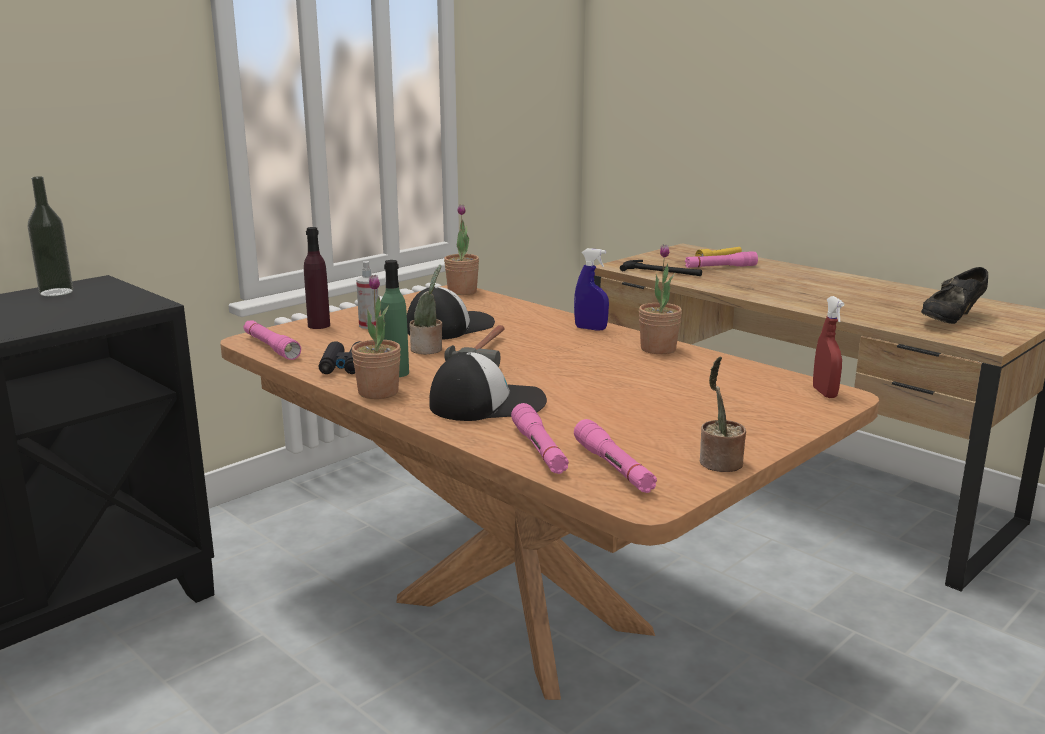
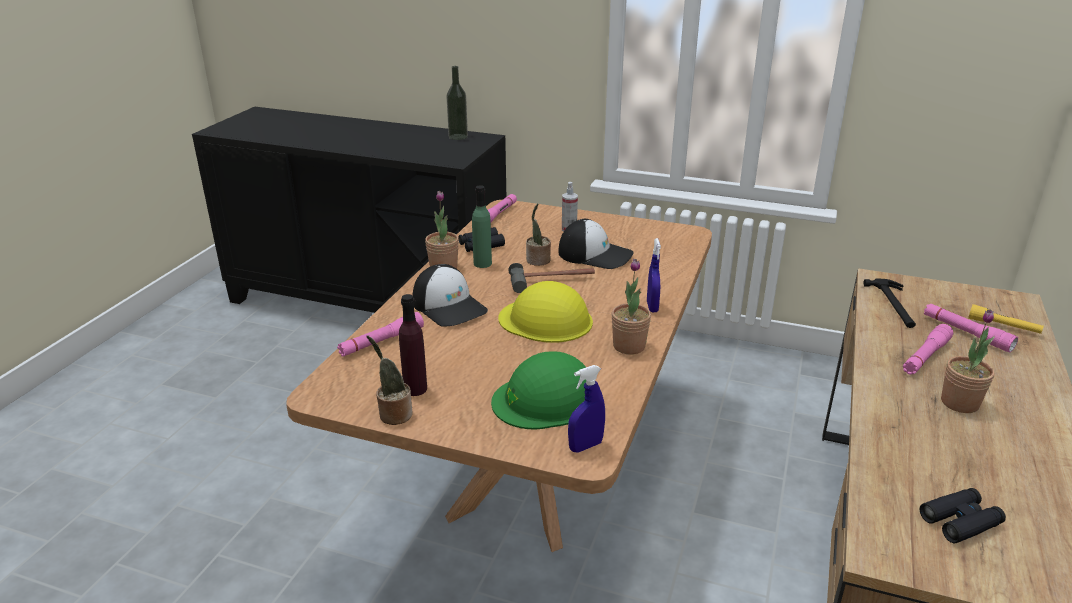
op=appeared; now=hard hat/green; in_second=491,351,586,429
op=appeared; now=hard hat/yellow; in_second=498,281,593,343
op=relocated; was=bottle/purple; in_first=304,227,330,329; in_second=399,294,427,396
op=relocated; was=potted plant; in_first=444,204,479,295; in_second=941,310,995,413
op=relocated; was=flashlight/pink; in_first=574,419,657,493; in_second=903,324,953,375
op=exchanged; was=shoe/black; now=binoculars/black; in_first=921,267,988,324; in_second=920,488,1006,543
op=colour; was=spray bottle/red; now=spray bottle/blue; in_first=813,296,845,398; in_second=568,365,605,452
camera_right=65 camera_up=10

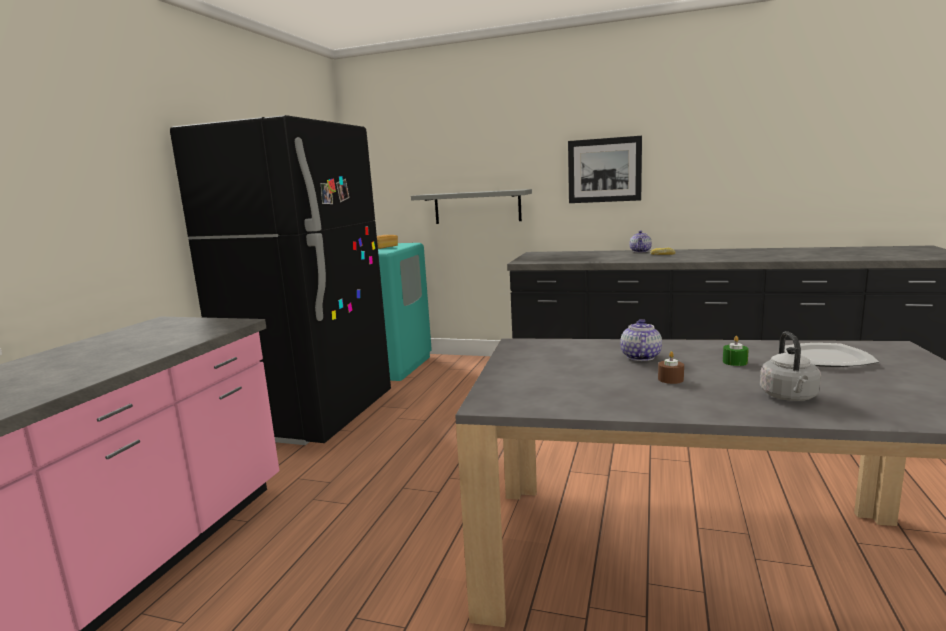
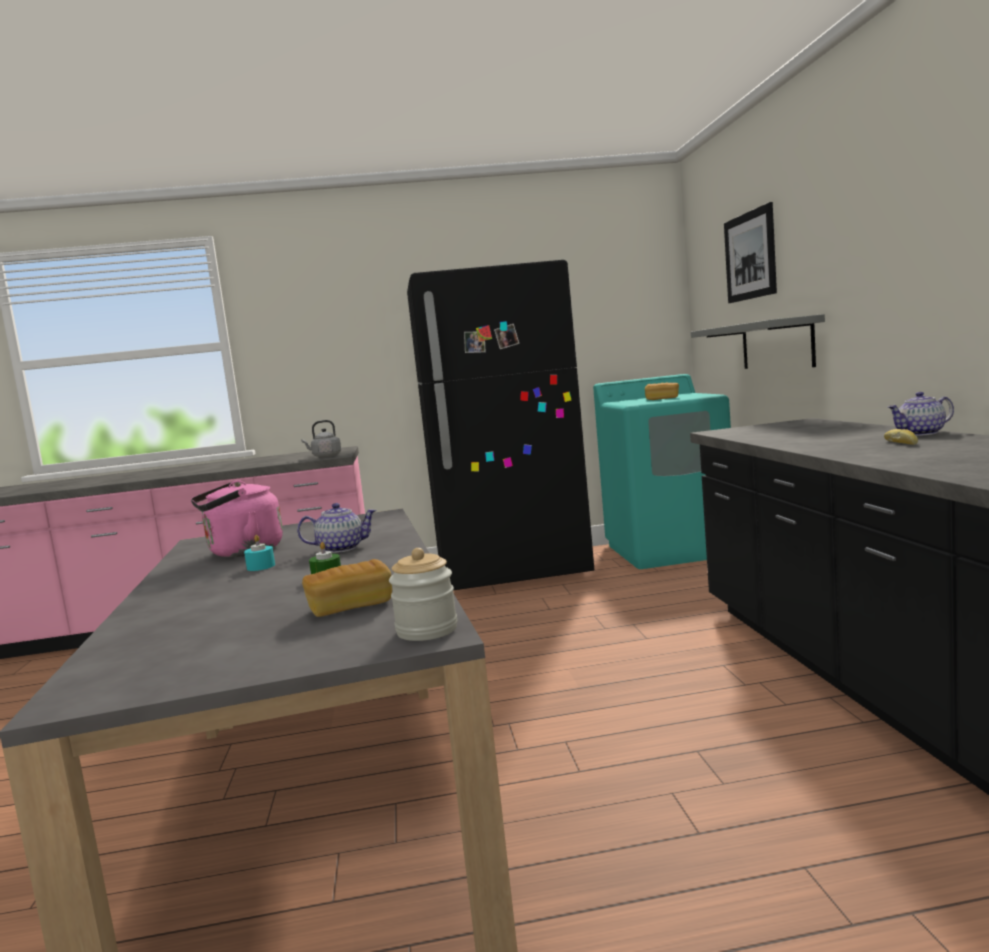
op=appeared; now=kettle/pink; in_second=191,480,283,557
op=appeared; now=jar; in_second=389,548,457,641
op=relocated; was=picture; in_first=568,136,642,203; in_second=724,202,777,303
op=relocated; was=kettle/grey; in_first=760,331,821,401; in_second=301,420,341,457
op=exchanged; was=plate; now=bread; in_first=785,343,879,367; in_second=302,559,392,617
op=colour; was=candle/brown; now=candle/turquoise; in_first=658,351,684,384; in_second=244,535,275,571
camera_right=65 camera_up=-5

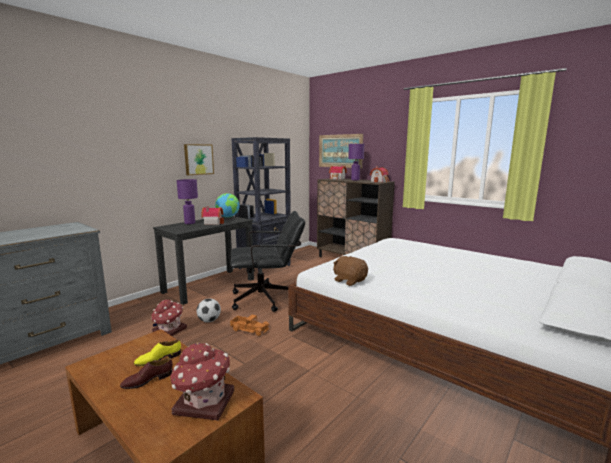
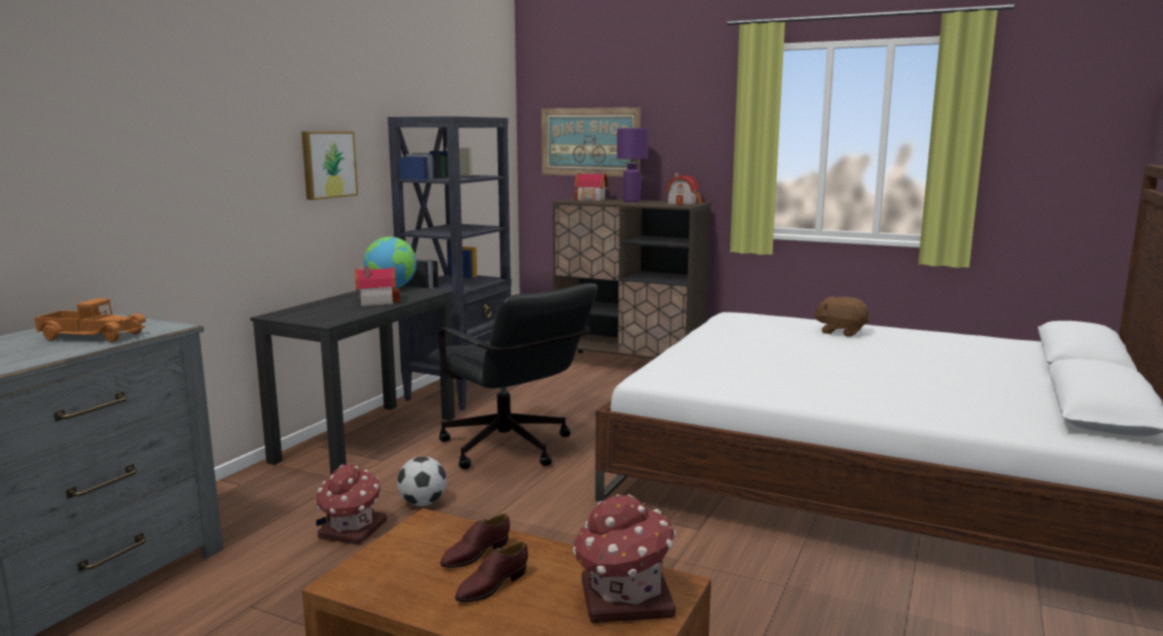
op=missing; was=table lamp/purple; in_first=177,179,198,224
op=relocated; was=toy truck; in_first=230,315,269,336; in_second=35,298,146,342
op=relocated; was=plush toy/brown; in_first=333,256,368,286; in_second=813,297,869,337
op=colour; was=shoe/yellow; now=shoe/brown; in_first=134,340,181,366; in_second=440,513,510,568
op=spun; was=office chair/black; in_first=230,211,305,312; in_second=428,283,597,469; clockwise=75
camera_right=-15 camera_up=0

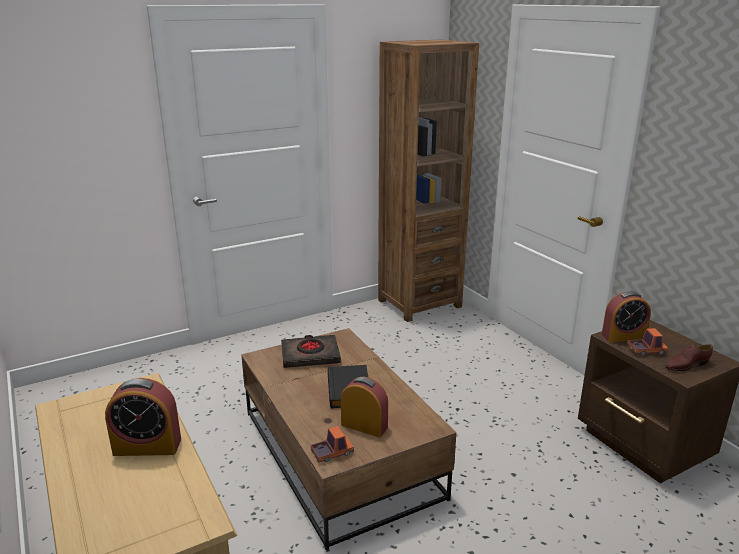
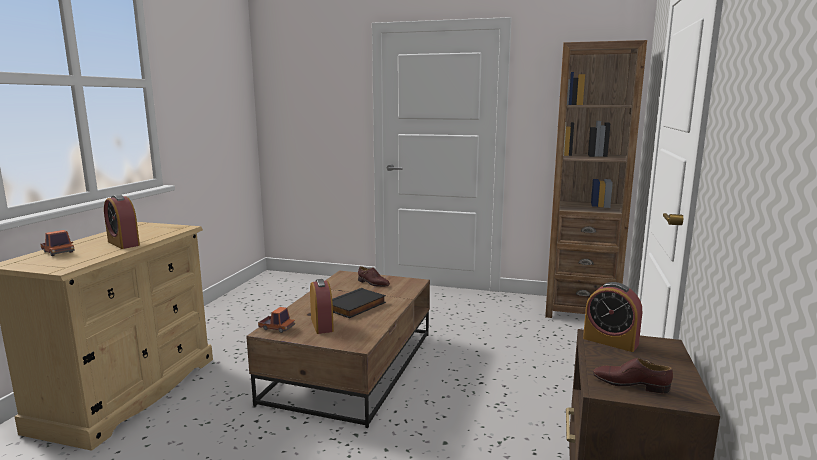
op=relocated; was=toy truck; in_first=627,328,668,356; in_second=41,230,75,256
op=exchanged; was=book/black; now=shoe/brown; in_first=281,335,341,368; in_second=358,266,390,287
camera_right=45 camera_up=-10

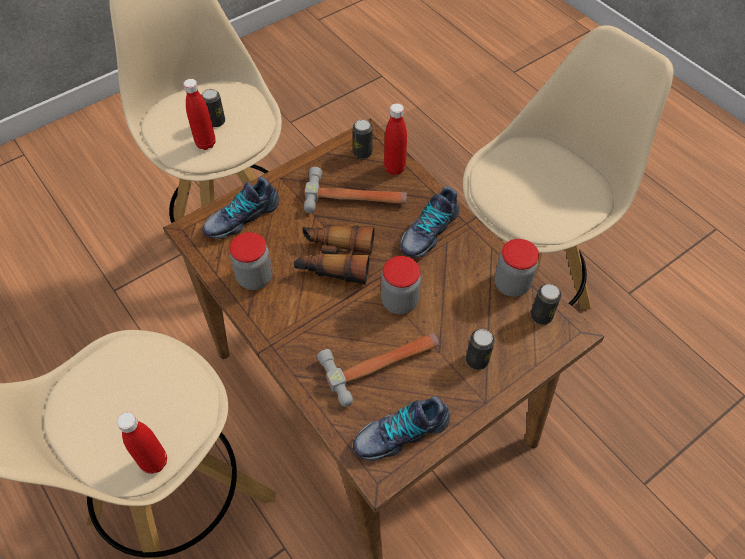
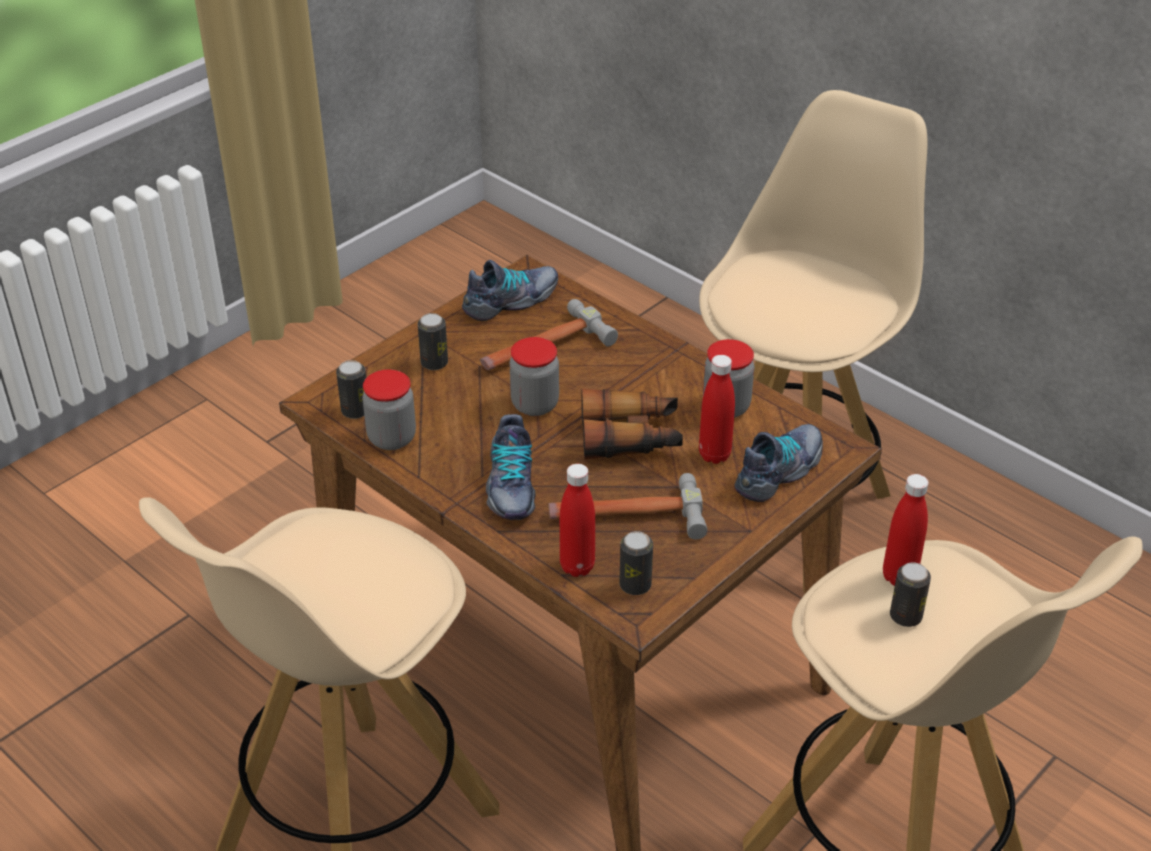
op=relocated; was=bottle/red; in_first=117,412,167,474; in_second=699,355,735,464
op=spun; was=shoe; in_first=400,186,459,258; in_second=486,414,536,520; clockwise=150
camera_right=170 camera_up=-15

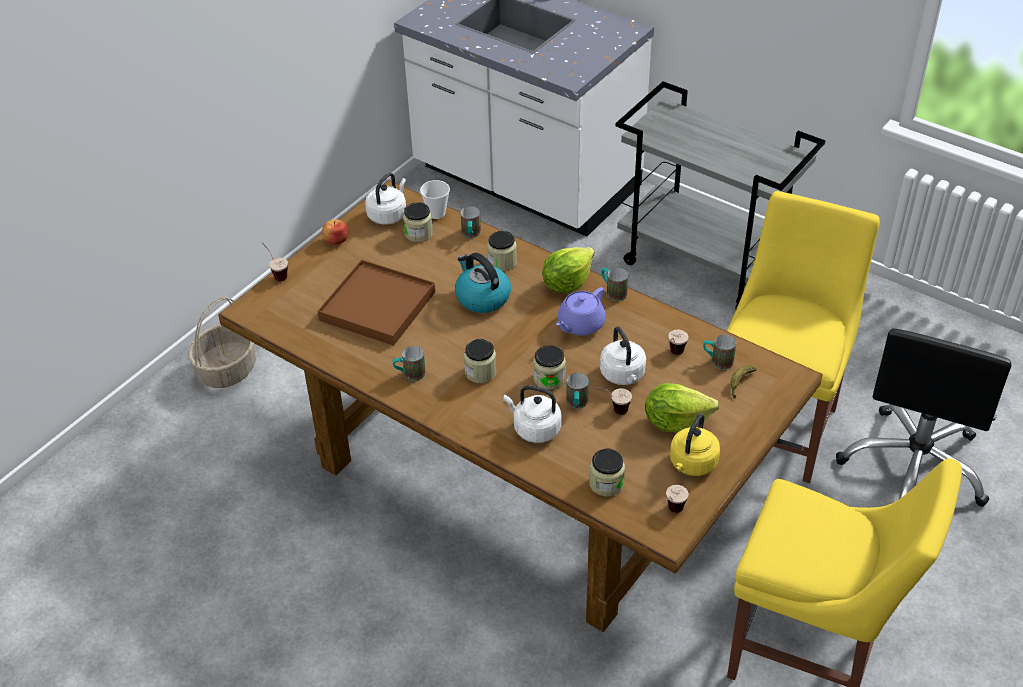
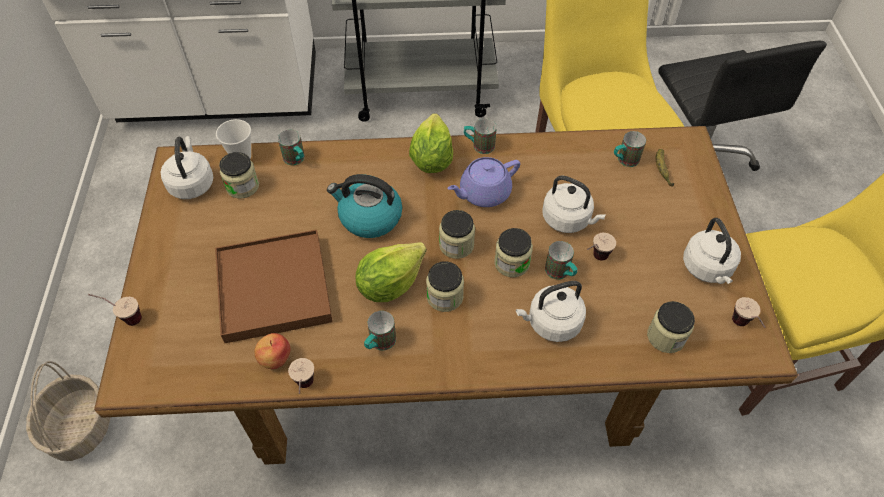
op=relocated; was=apple; in_first=322,219,348,245; in_second=254,333,290,369
op=relocated; was=jar; in_first=487,231,517,271; in_second=439,210,475,259
op=relocated; was=lettuce; in_first=645,383,719,432; in_second=356,242,426,302
op=relocated; was=cup; in_first=667,330,689,355; in_second=288,358,314,394
op=colour; was=kettle/yellow; now=kettle/white; in_first=670,413,720,476; in_second=683,218,741,284
op=spun; was=teapot/purple; in_first=556,287,606,336; in_second=447,157,520,207; clockwise=60
camera_right=-40 camera_up=10

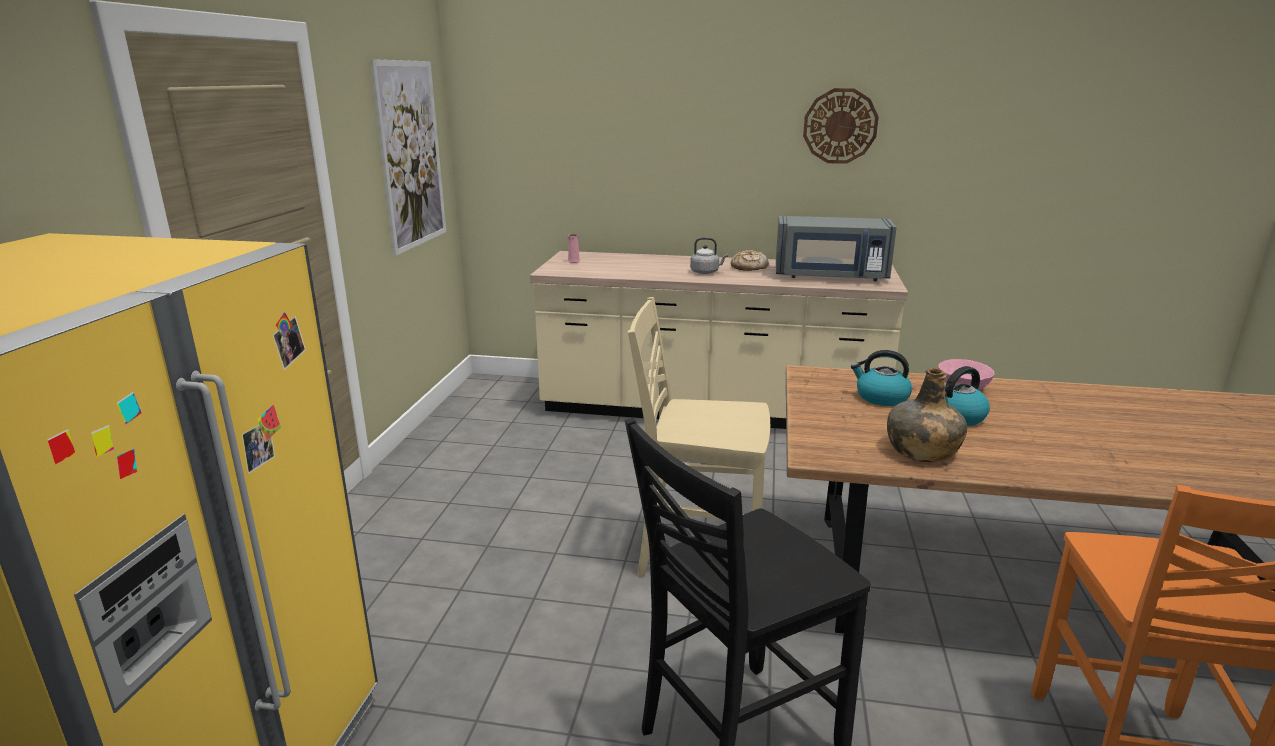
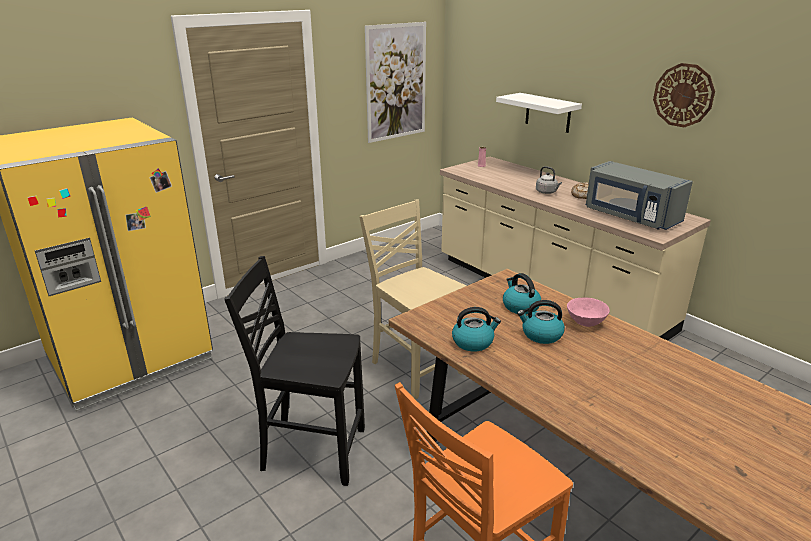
op=appeared; now=shelf/white; in_second=496,93,582,133
op=exchanged; was=bottle/green; now=kettle; in_first=887,368,967,463; in_second=452,307,501,352
camera_right=40 camera_up=5

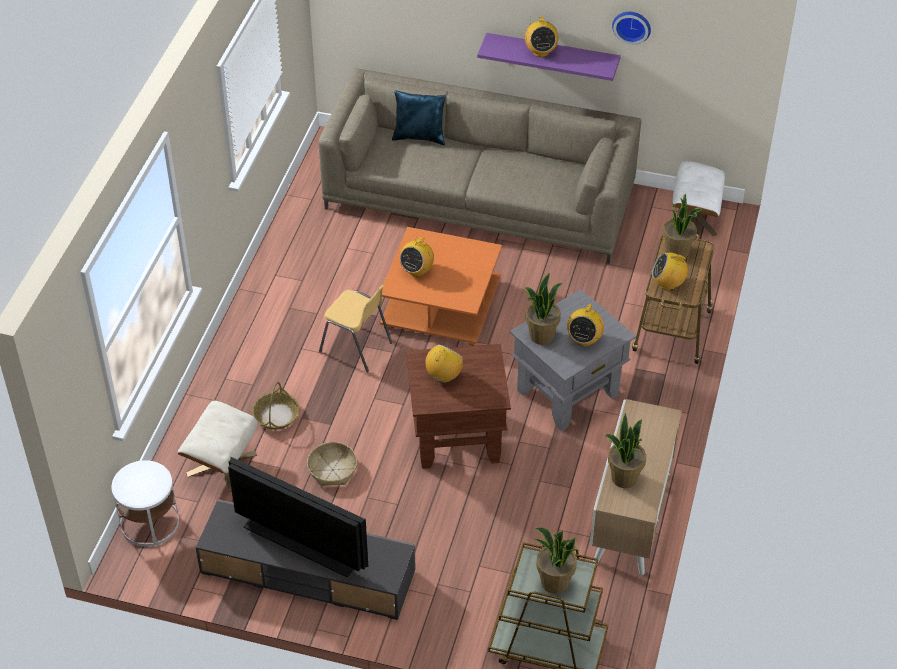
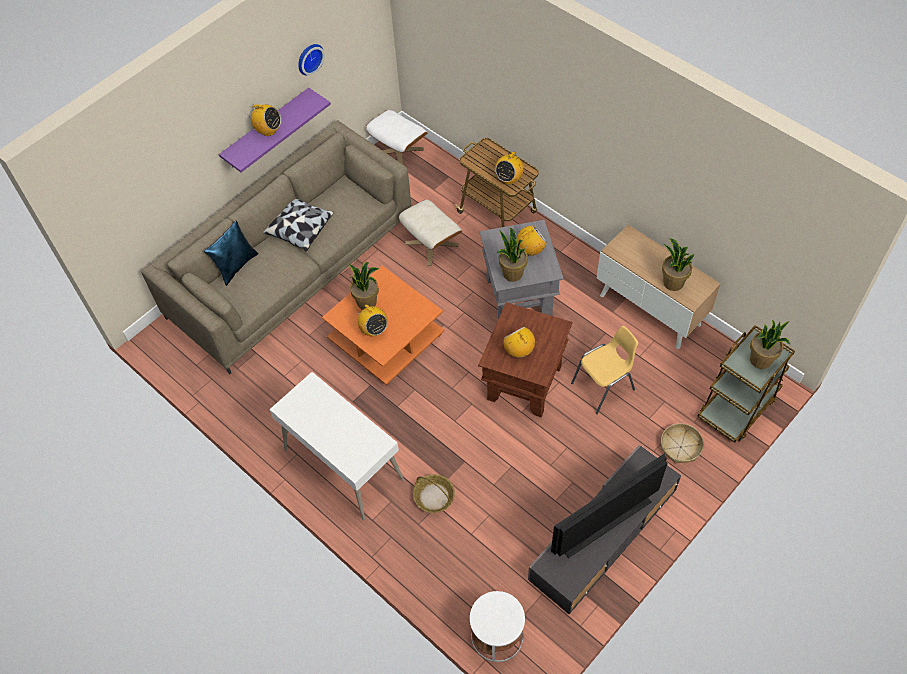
op=appeared; now=pillow; in_second=263,199,334,251
op=appeared; now=desk/white; in_second=270,372,404,520
op=relocated; was=ottoman/beige; in_first=178,400,257,492; in_second=399,199,462,266
op=relocated; was=basket; in_first=307,442,357,486; in_second=661,423,704,464
op=relocated; was=chair/yellow; in_first=319,285,392,372; in_second=571,325,638,414
op=relocated; was=potted plant; in_first=663,193,703,257; in_second=348,262,379,310
op=spun; was=radio; in_first=567,303,604,347; in_second=517,225,547,256; clockwise=-75
camera_right=-60 camera_up=10

